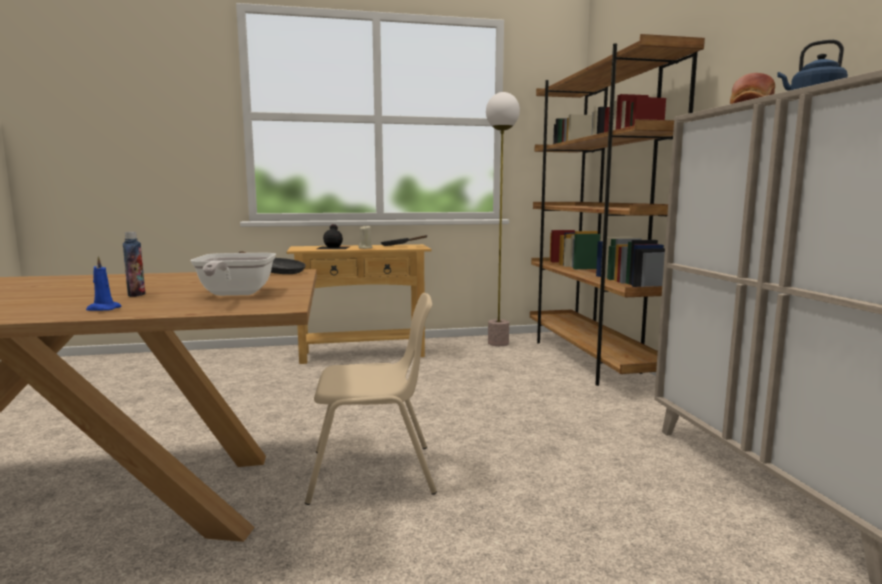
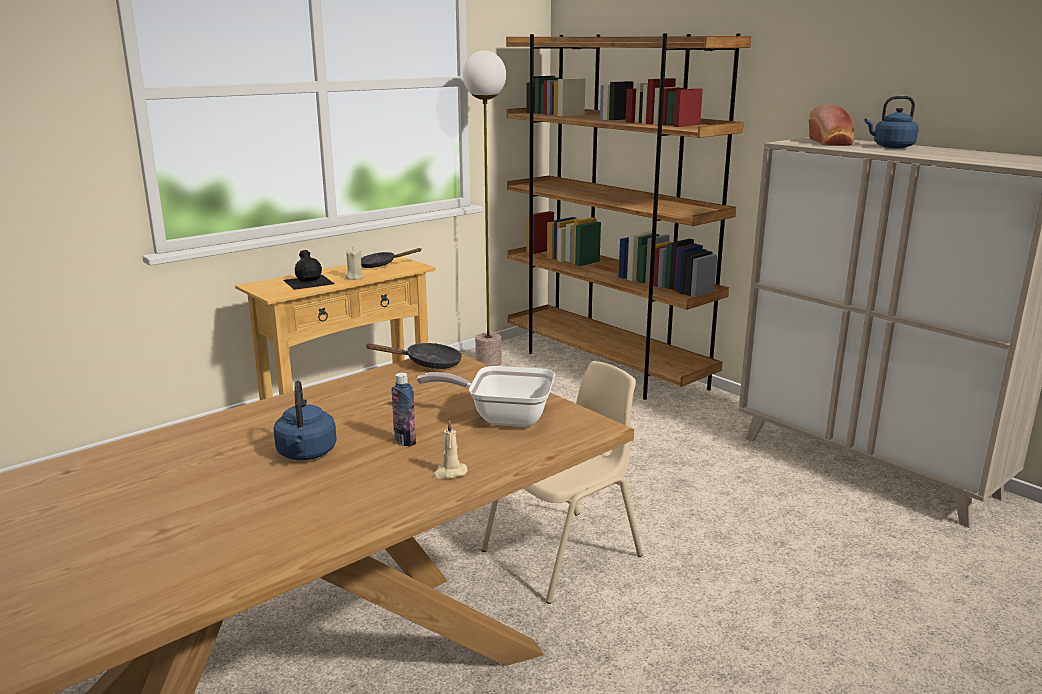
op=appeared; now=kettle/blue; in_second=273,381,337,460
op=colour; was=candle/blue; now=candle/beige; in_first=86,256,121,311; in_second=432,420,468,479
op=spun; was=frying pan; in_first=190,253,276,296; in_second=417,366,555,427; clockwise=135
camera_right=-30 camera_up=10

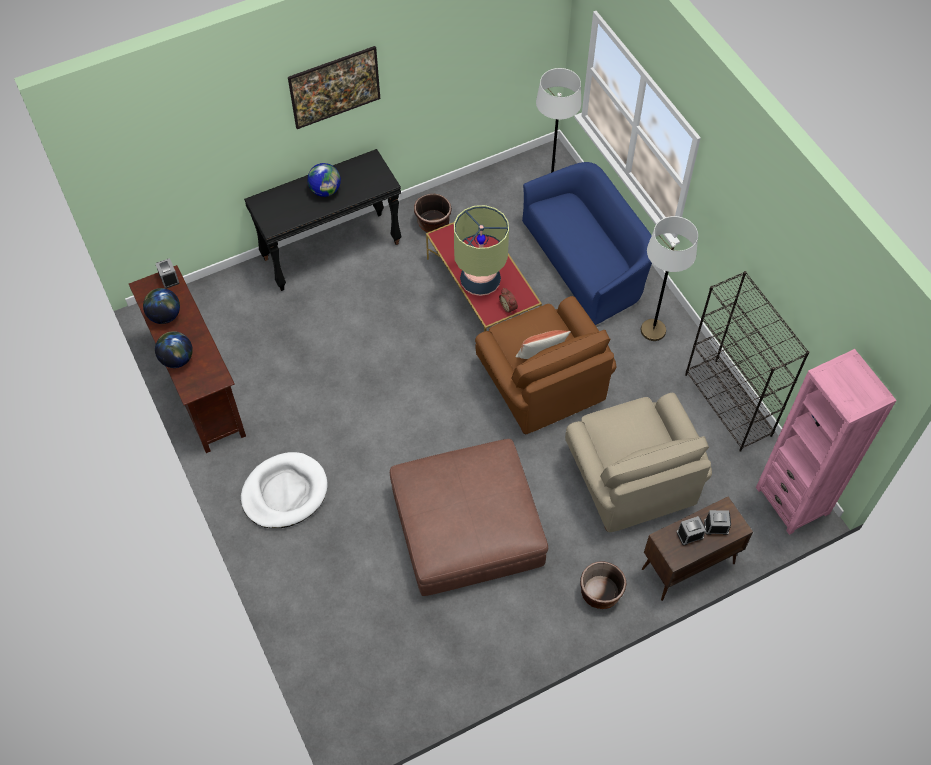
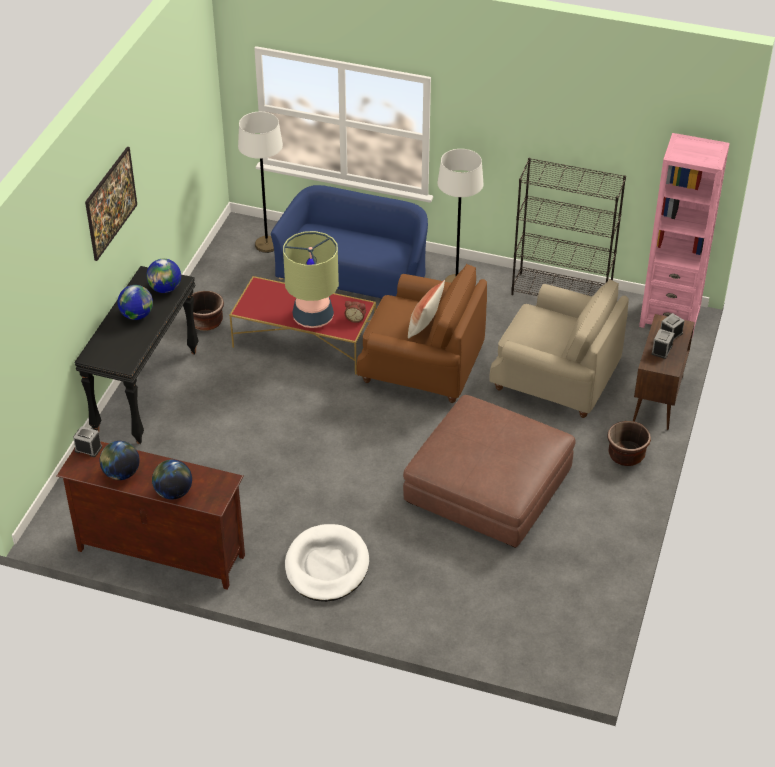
op=appeared; now=globe; in_second=146,259,181,293
camera_right=-45 camera_up=-15

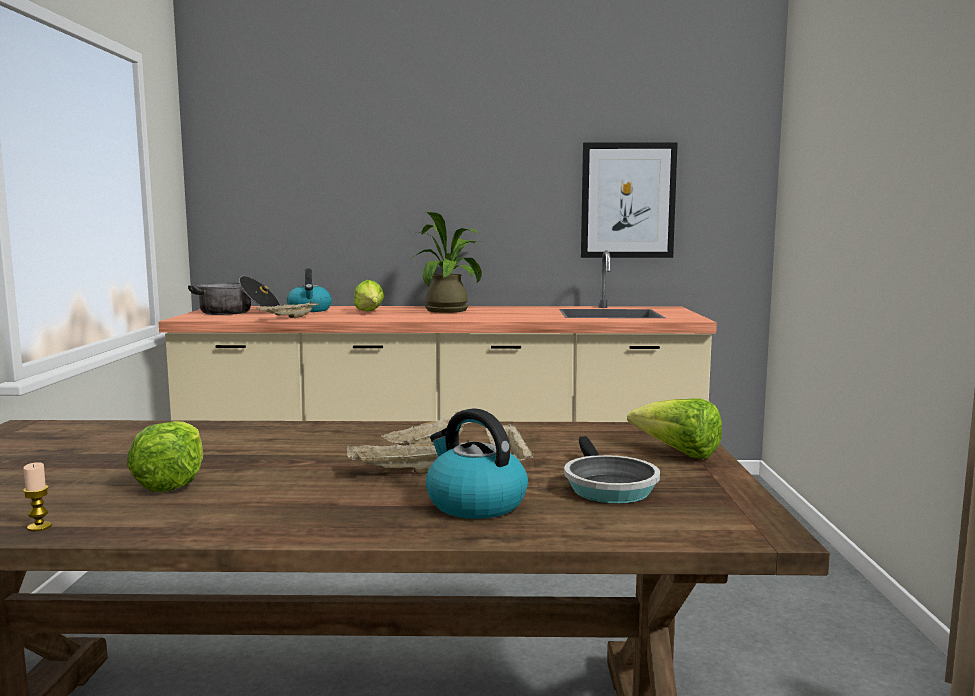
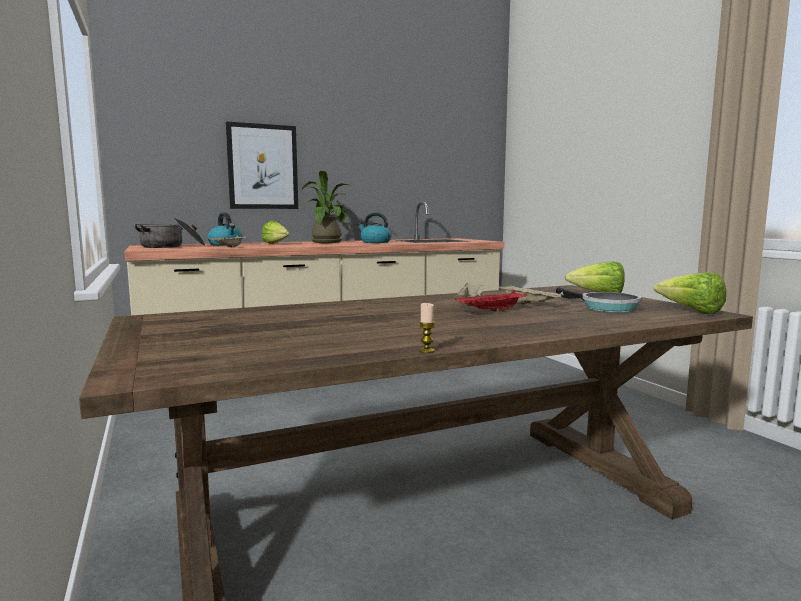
op=relocated; was=candle; in_first=23,462,52,531; in_second=419,303,435,353
op=relocated; was=lettuce; in_first=127,421,203,492; in_second=654,272,726,314
op=relocated; was=kettle; in_first=426,408,528,519; in_second=357,213,391,243
op=relocated; was=picture; in_first=581,142,678,258; in_second=226,121,298,209
op=colour; was=tray/beige; now=tray/red; in_first=347,440,469,474; in_second=455,291,527,312
camera_right=-25 camera_up=0

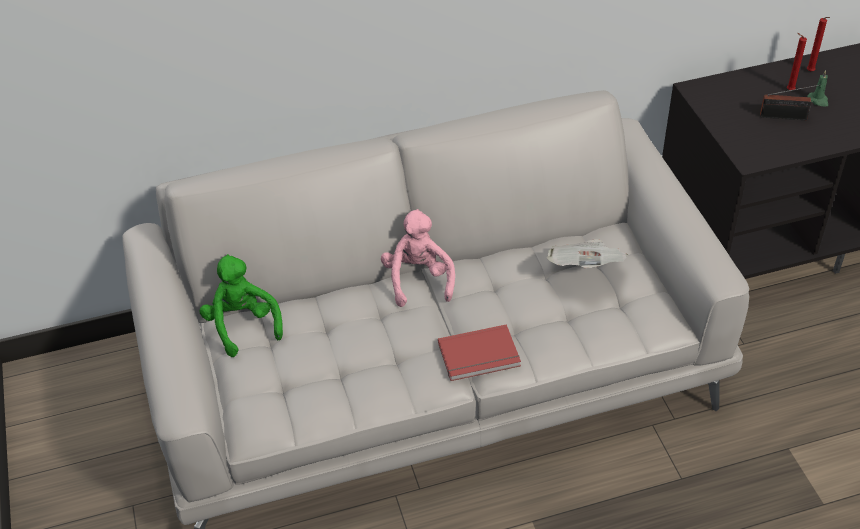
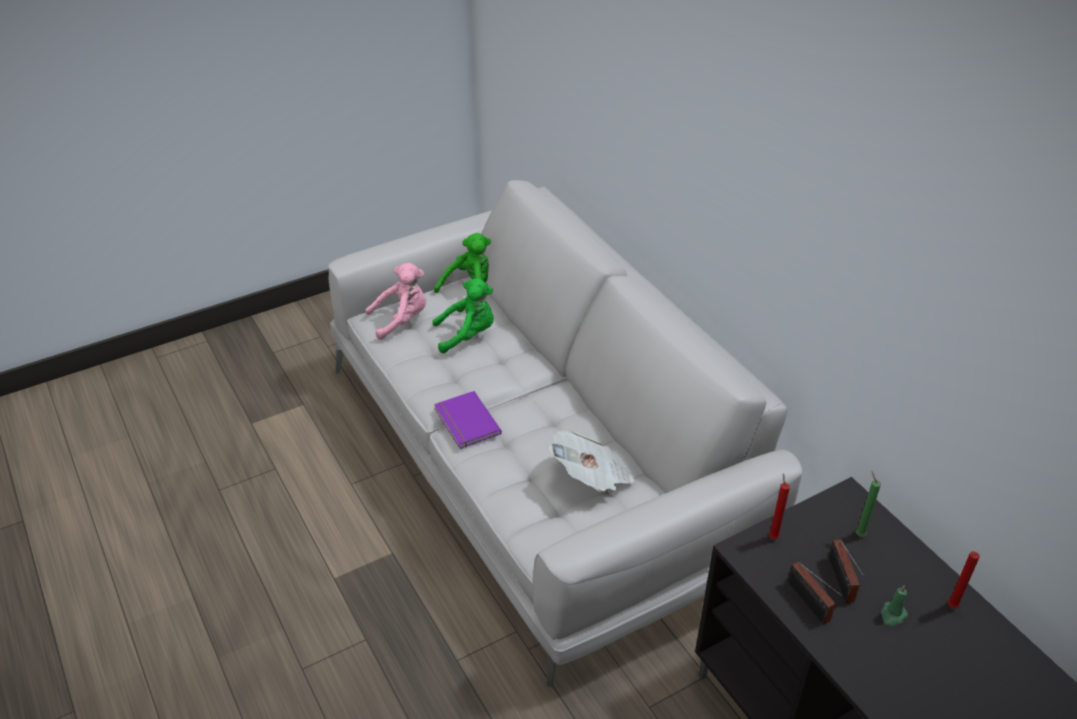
op=appeared; now=plush toy/green; in_second=433,279,494,353
op=appeared; now=radio; in_second=787,561,843,625
op=appeared; now=candle/green; in_second=856,472,881,536
op=relocated; was=plush toy/pink; in_first=381,209,455,307; in_second=365,263,427,340
op=relocated; was=candle/red; in_first=787,33,807,90; in_second=769,473,790,539
op=colour; was=book/red; now=book/purple; in_first=438,324,521,381; in_second=434,391,502,449
camera_right=75 camera_up=-5

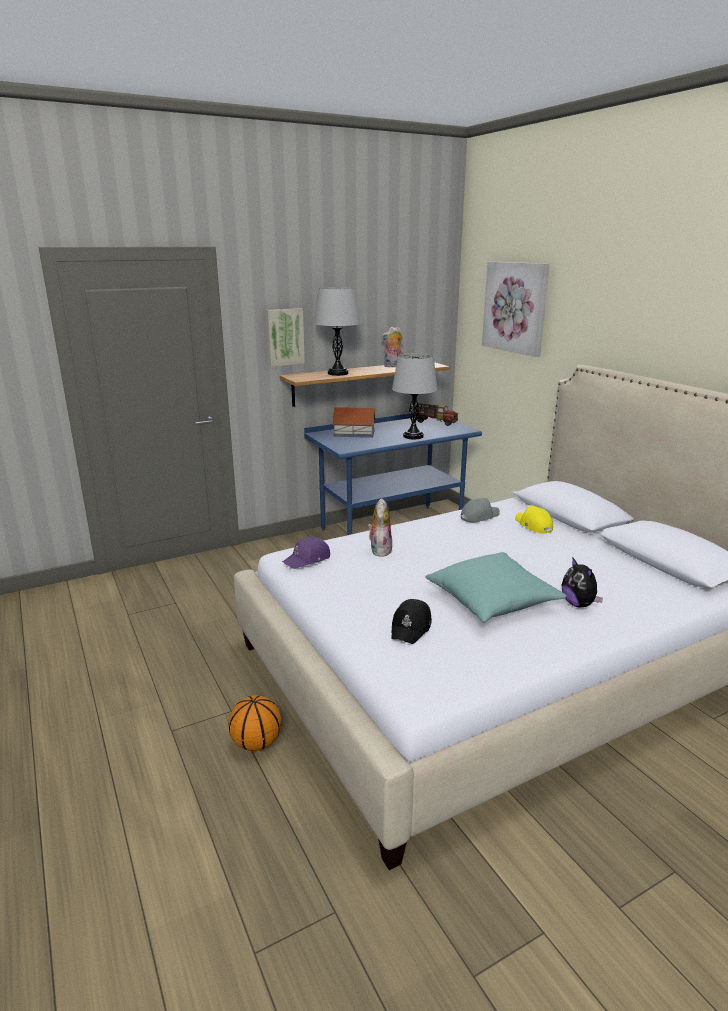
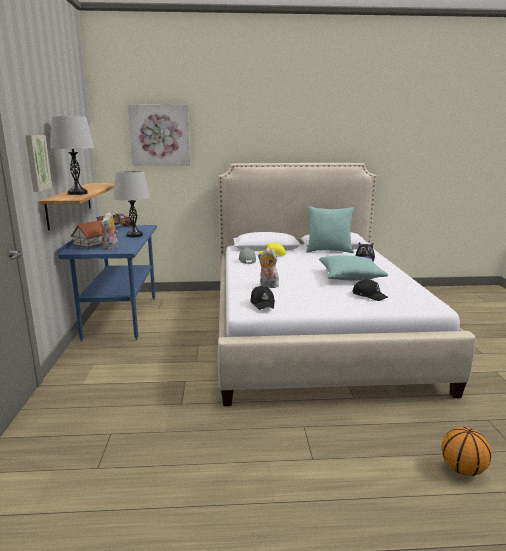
op=appeared; now=pillow/turquoise; in_second=306,206,354,253
op=relocated; was=basketball; in_first=228,695,282,751; in_second=441,427,492,476
op=relocated; was=plush toy; in_first=381,326,403,367; in_second=101,212,119,250
op=colour; was=cap/purple; now=cap/black; in_first=282,537,330,569; in_second=251,286,275,310
camera_right=-65 camera_up=-5

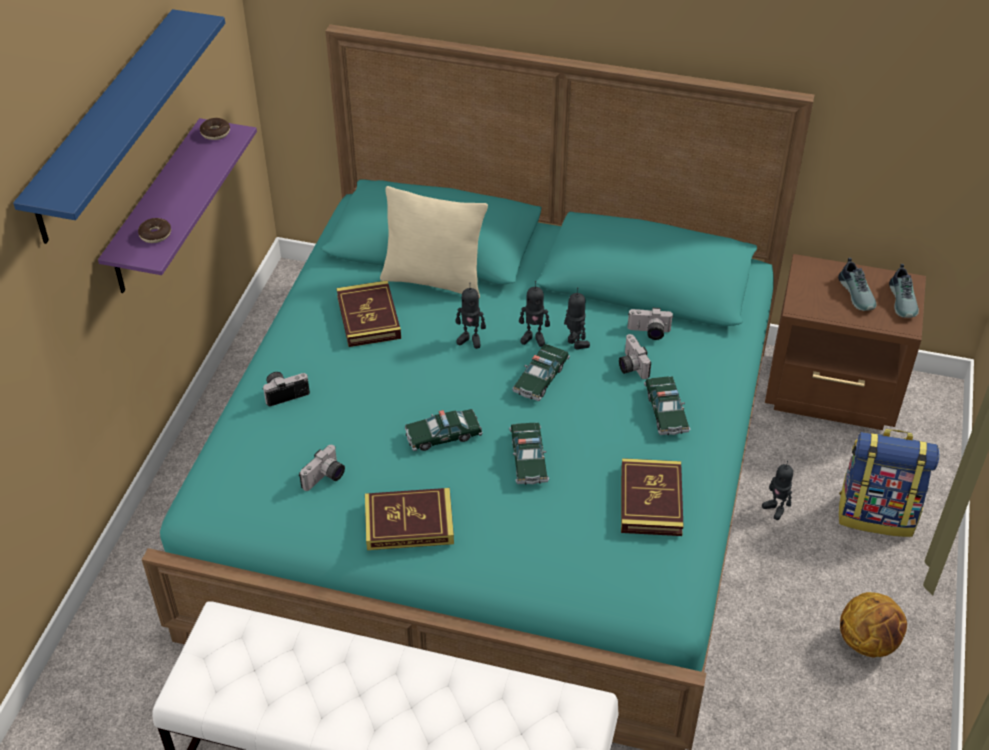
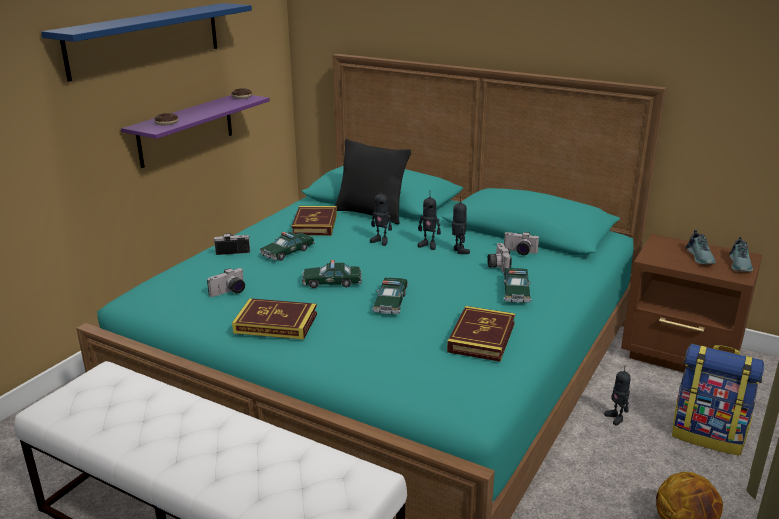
op=relocated; was=toy car; in_first=512,344,570,401; in_second=260,232,315,261
op=colour; was=pillow/beige; now=pillow/black; in_first=380,186,488,298; in_second=335,139,411,224
camera_right=15 camera_up=-20

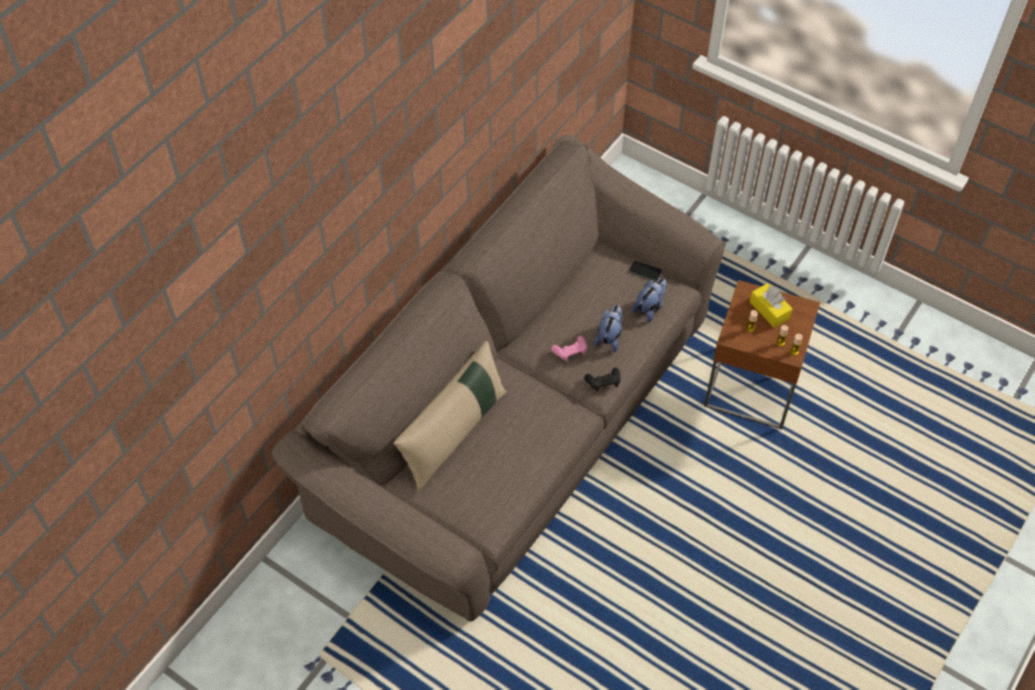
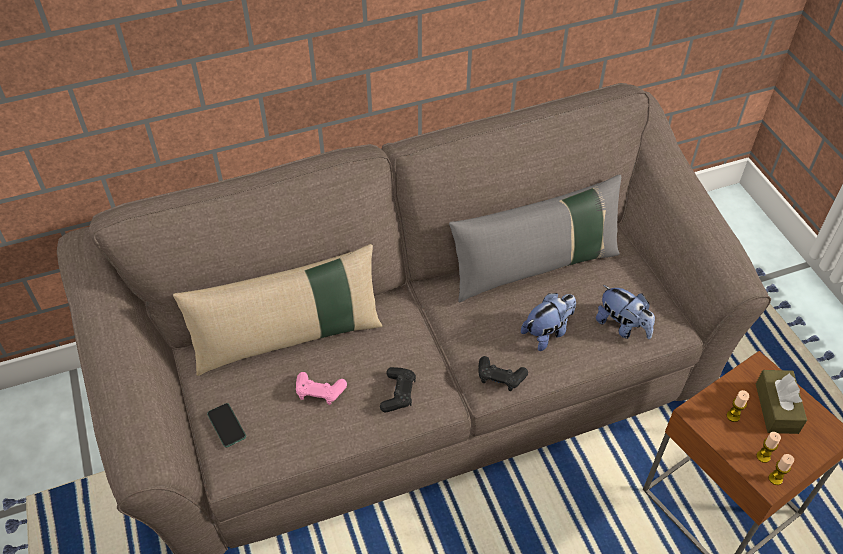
op=appeared; now=game controller/black; in_second=380,367,416,412
op=appeared; now=pillow/grey; in_second=449,174,621,303
op=relocated; was=game controller/pink; in_first=551,336,587,361; in_second=296,372,347,405
op=relocated; was=phone; in_first=629,261,662,281; in_second=207,403,246,448
op=colour; was=tissue box/yellow; now=tissue box/brown; in_first=750,283,793,328; in_second=756,370,807,434
op=spun; was=plush toy; in_first=632,278,667,322; in_second=596,285,655,339; clockwise=60
camera_right=35 camera_up=-5

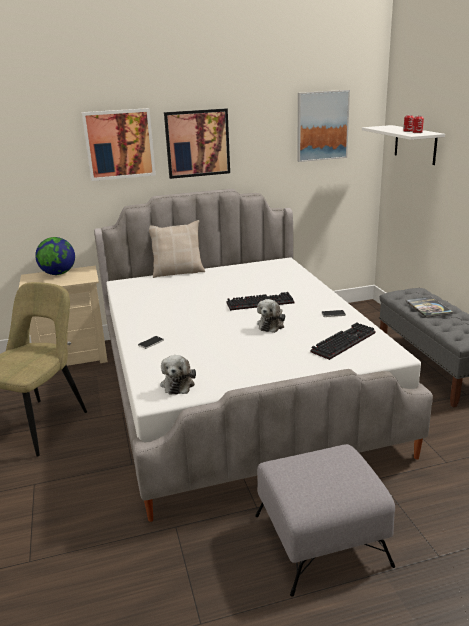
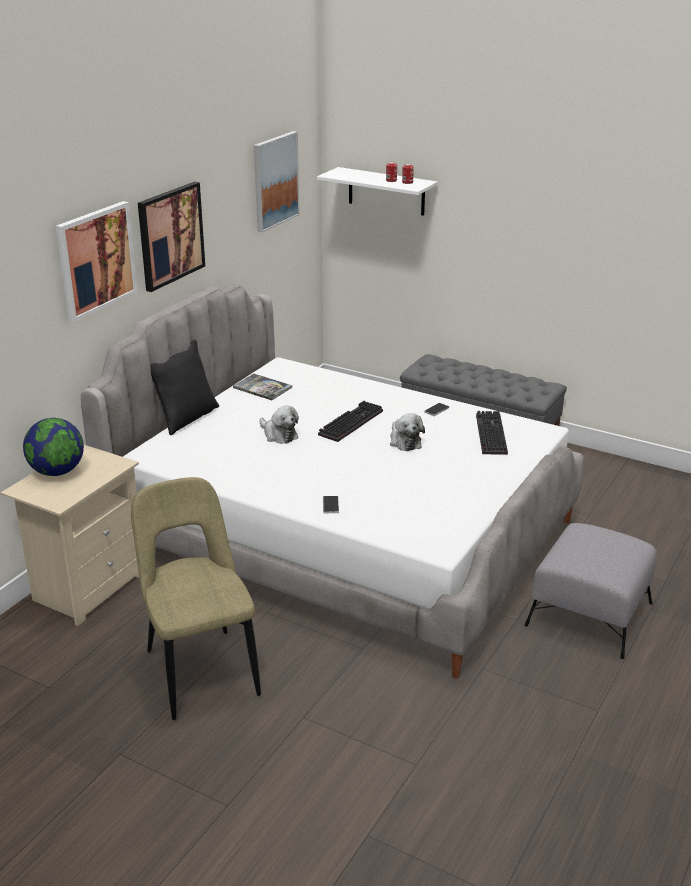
op=relocated; was=plush toy; in_first=160,355,196,395; in_second=259,406,299,444
op=relocated; was=book; in_first=405,297,453,317; in_second=233,374,292,400
op=colour; was=pillow/beige; now=pillow/black; in_first=149,220,205,278; in_second=150,340,219,435
camera_right=-45 camera_up=5

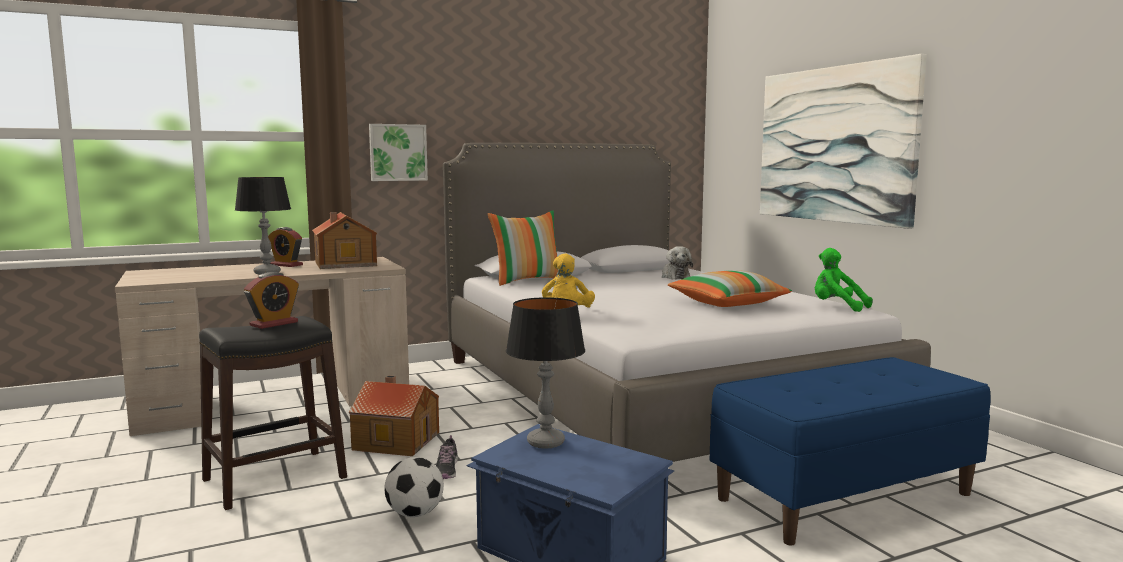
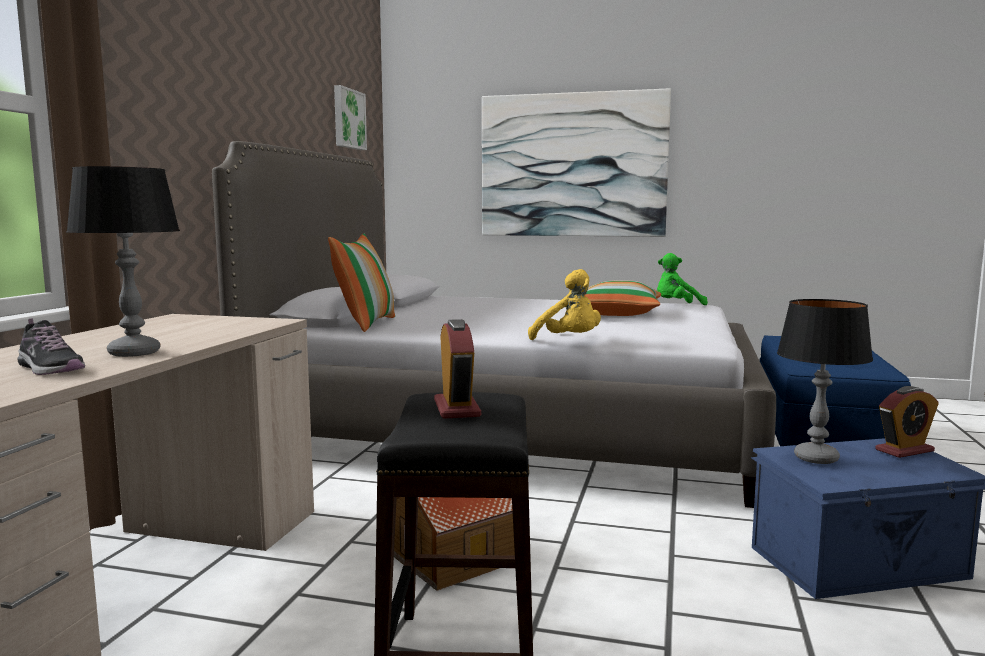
op=missing; was=toy house; in_first=312,212,377,269
op=missing; was=football; in_first=385,457,444,517
op=missing; was=plush toy; in_first=662,246,693,280
op=relocated; was=alarm clock; in_first=268,227,303,267; in_second=875,386,939,458
op=relocated; was=picture; in_first=369,124,428,181; in_second=334,85,367,150
op=relocated; was=shoe; in_first=436,435,458,479; in_second=17,319,85,375
camera_right=-50 camera_up=0

